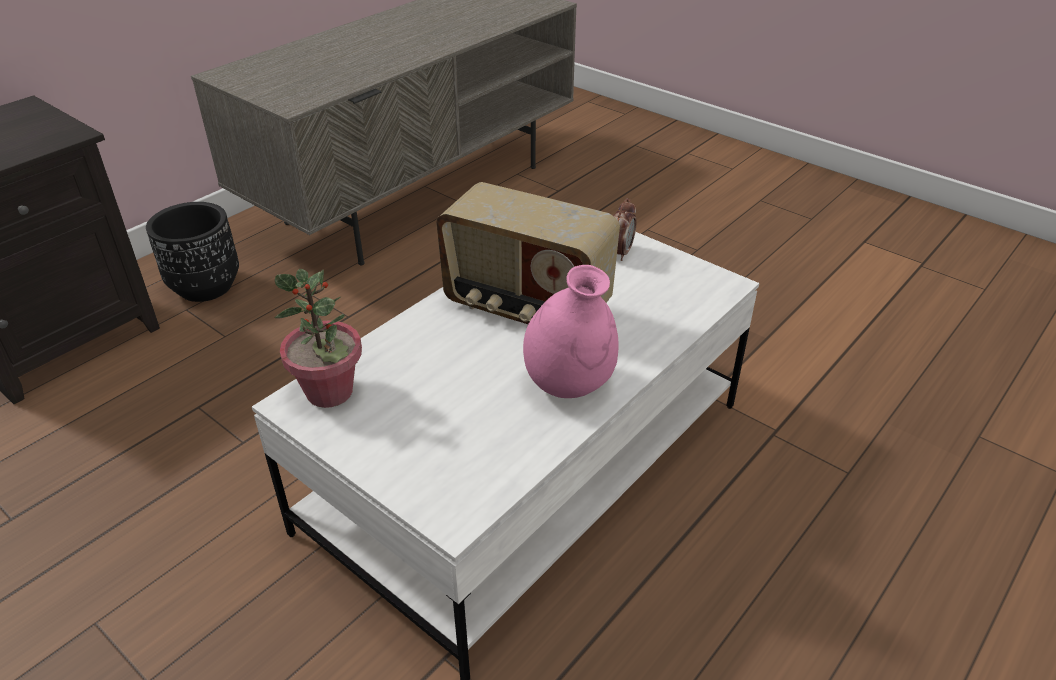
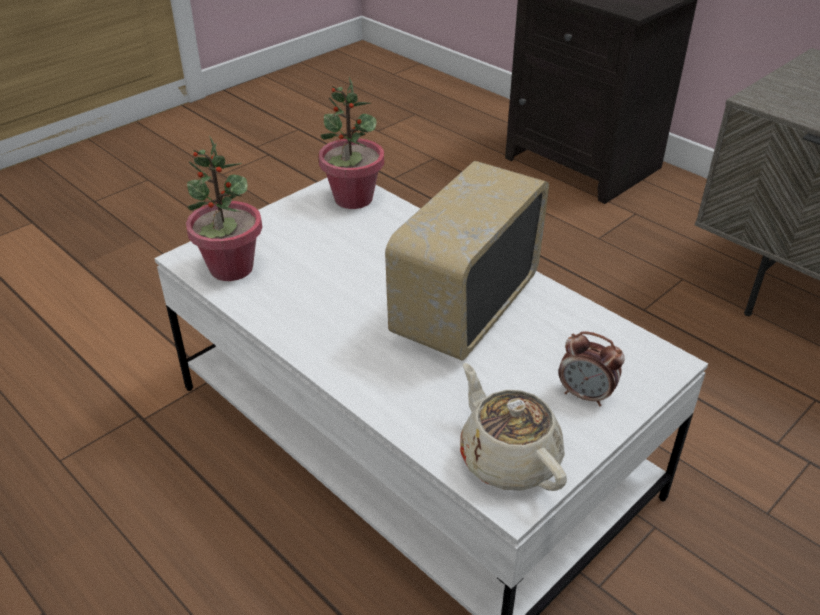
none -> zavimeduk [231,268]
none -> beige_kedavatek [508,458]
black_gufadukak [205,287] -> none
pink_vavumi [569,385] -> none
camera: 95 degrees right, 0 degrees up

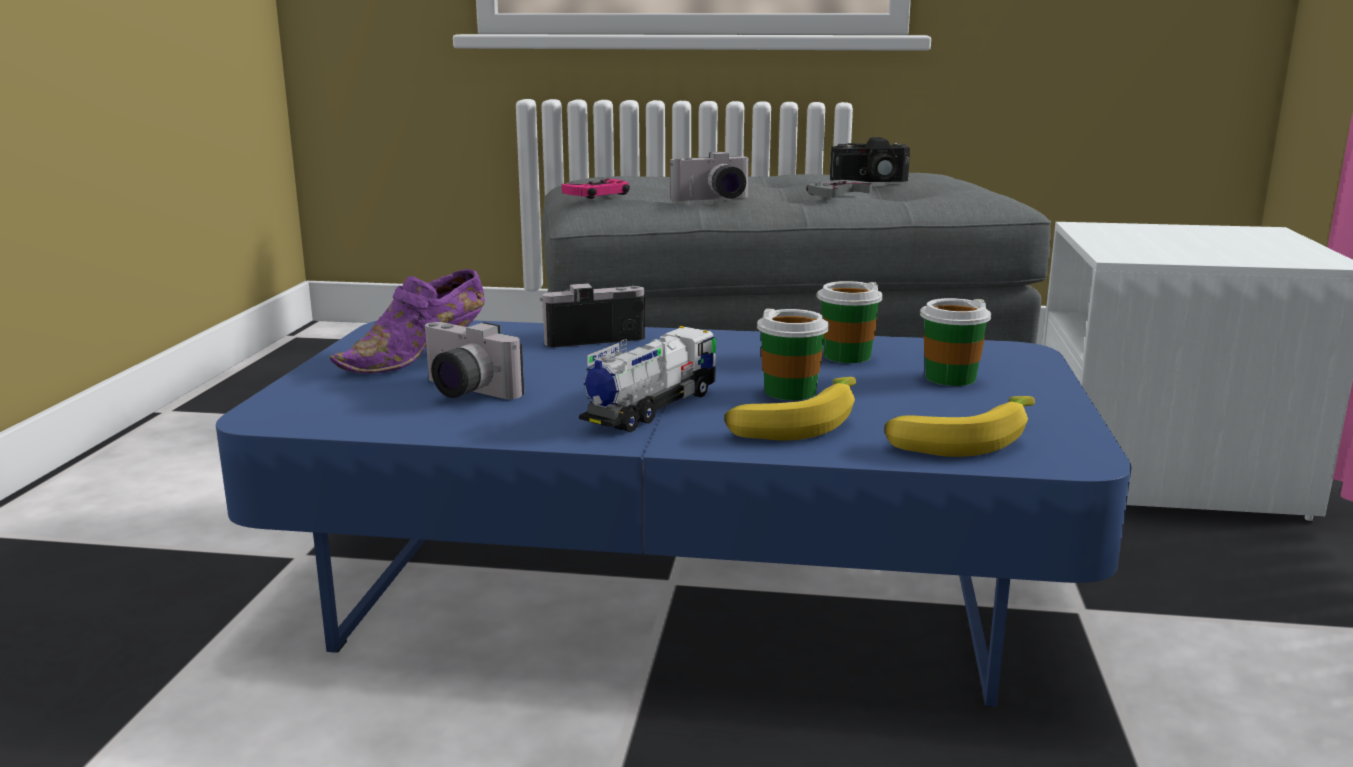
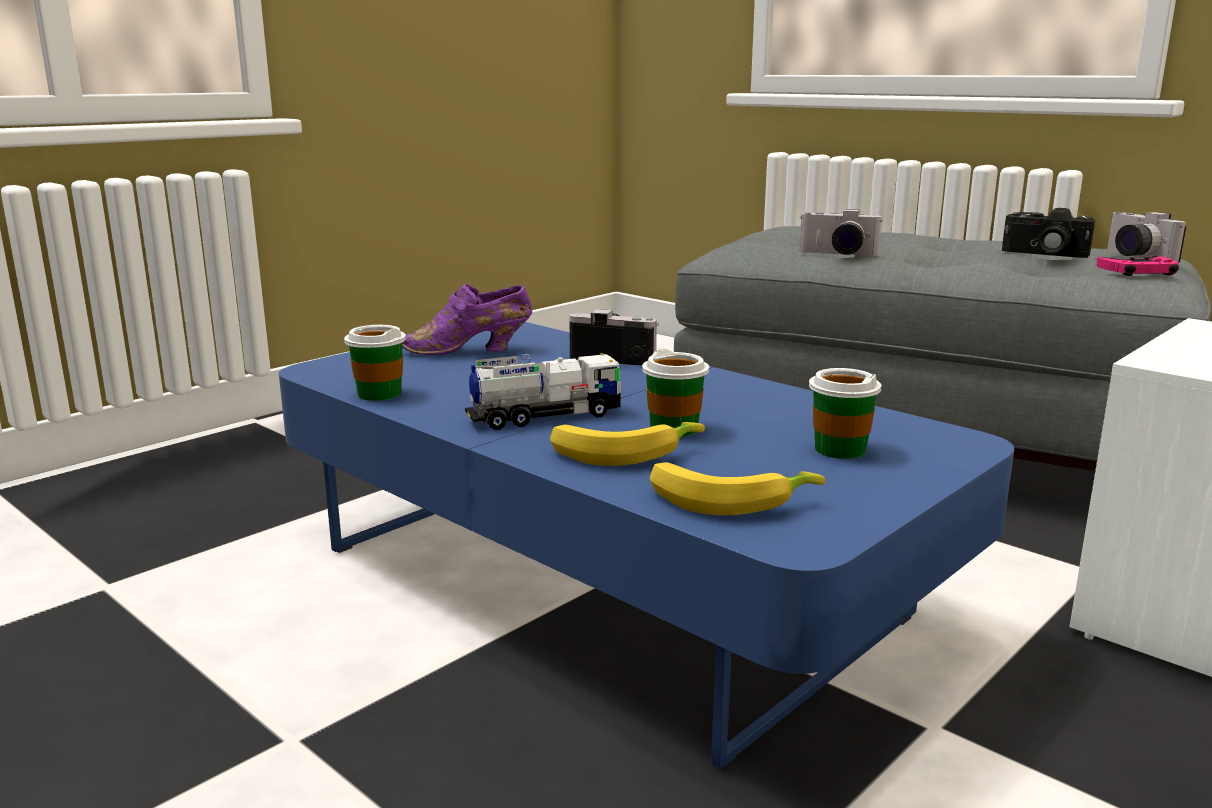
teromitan [846,356] -> teromitan [379,394], shifted
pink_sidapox [598,194] -> pink_sidapox [1138,272], shifted
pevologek [462,392] -> pevologek [1132,257], shifted
grey_sidapox [837,195] -> none
camera: 35 degrees right, 0 degrees up

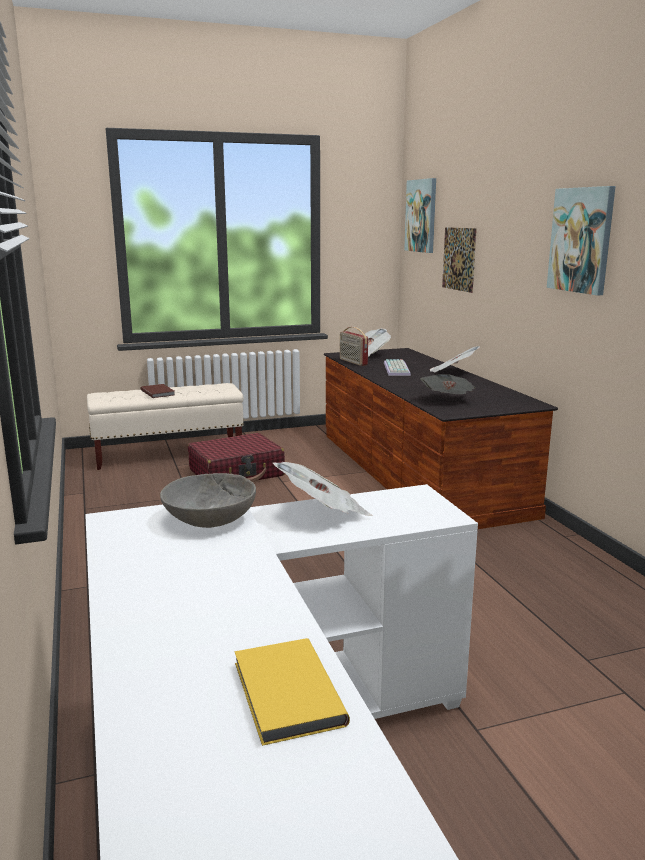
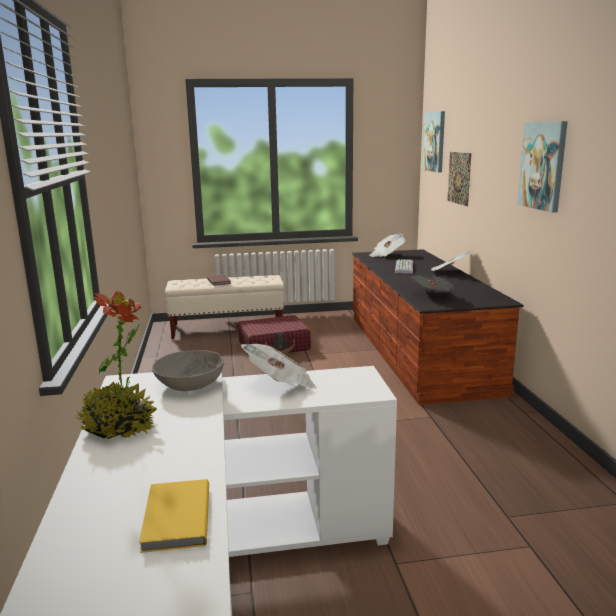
none -> zavimeduk [119,427]
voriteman [352,362] -> none
camera: 10 degrees right, 0 degrees up

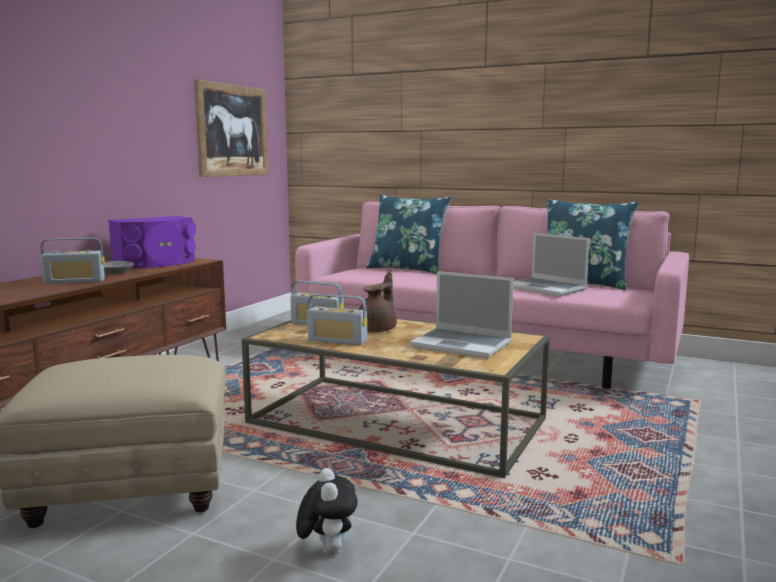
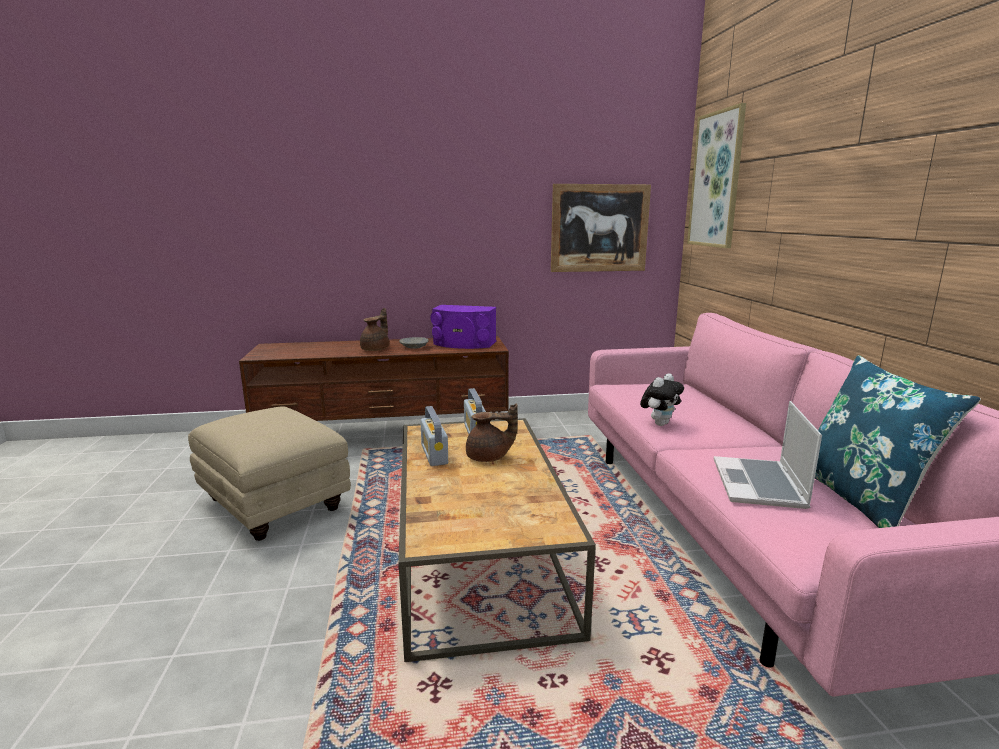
voriteman [75,281] -> brown_kedavatek [376,349]
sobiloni [327,550] -> sobiloni [659,423], shifted
none -> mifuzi [716,180]
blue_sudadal [407,269] -> none
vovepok [463,345] -> none
camera: 55 degrees right, 5 degrees up

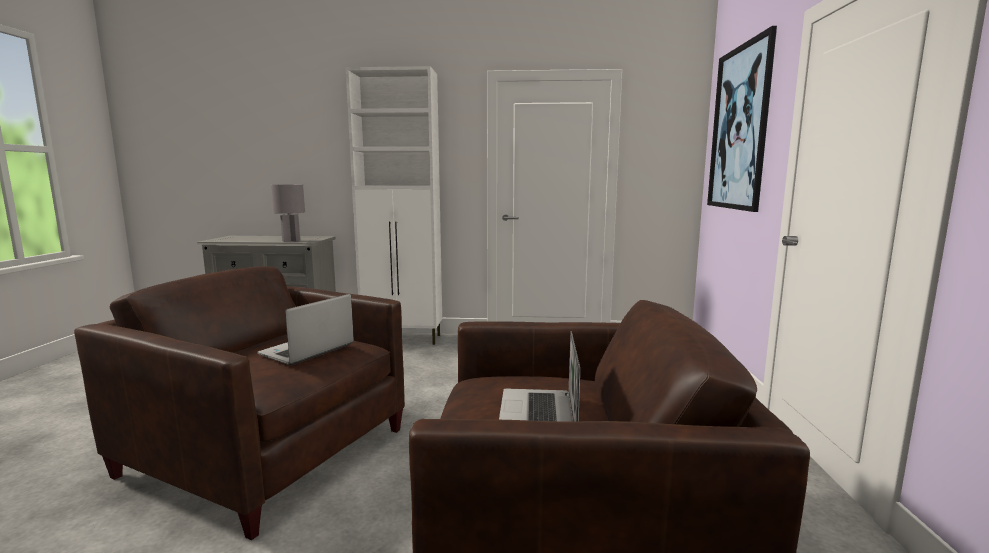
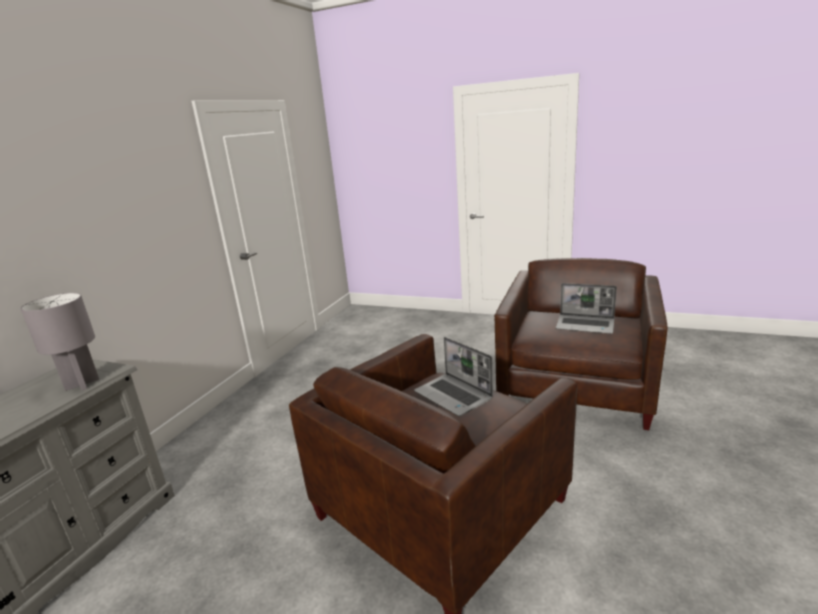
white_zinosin [403,339] -> none
mifuzi [739,128] -> none
camera: 70 degrees left, 10 degrees up

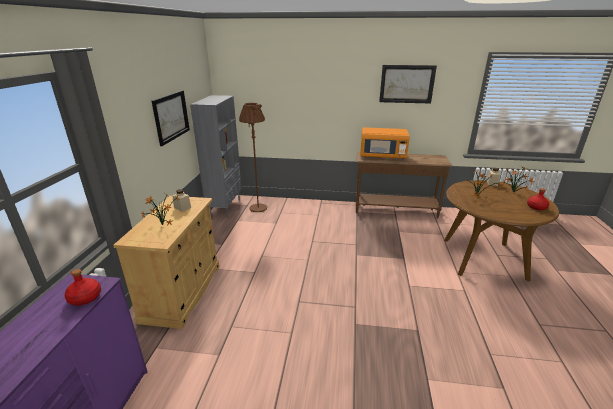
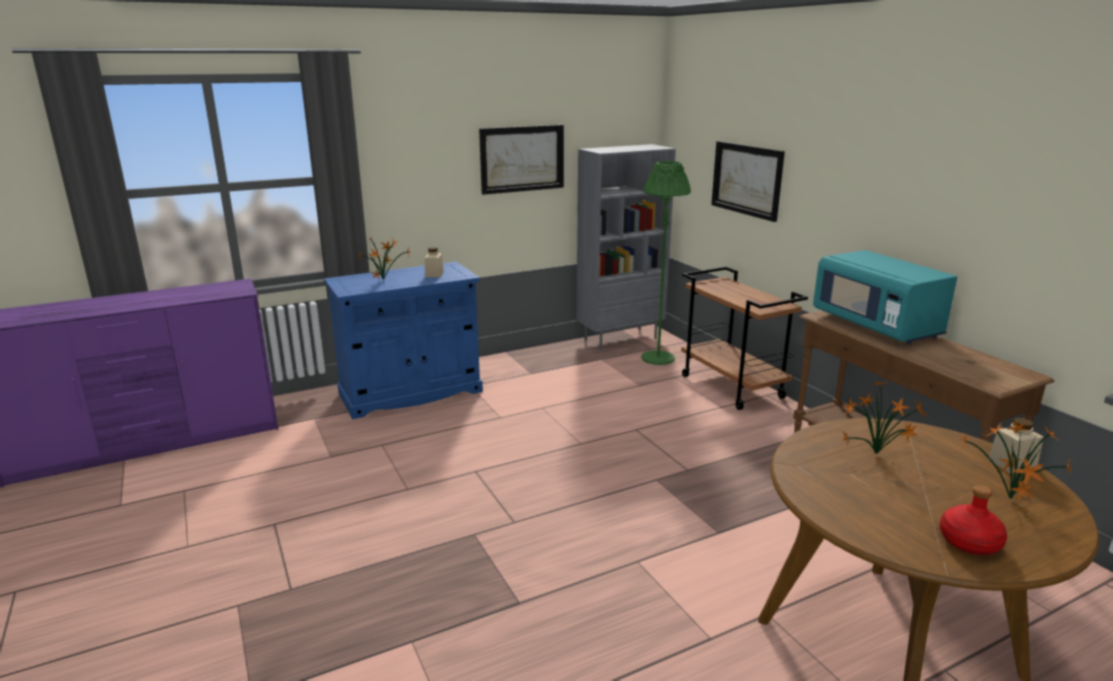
beige_zinosin [183,292] -> blue_zinosin [411,393]
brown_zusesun [258,208] -> green_zusesun [658,358]
none -> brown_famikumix [733,387]
mifuzi [406,84] -> mifuzi [747,179], shifted
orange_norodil [382,156] -> turquoise_norodil [876,326]
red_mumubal [86,298] -> none
camera: 55 degrees right, 5 degrees down

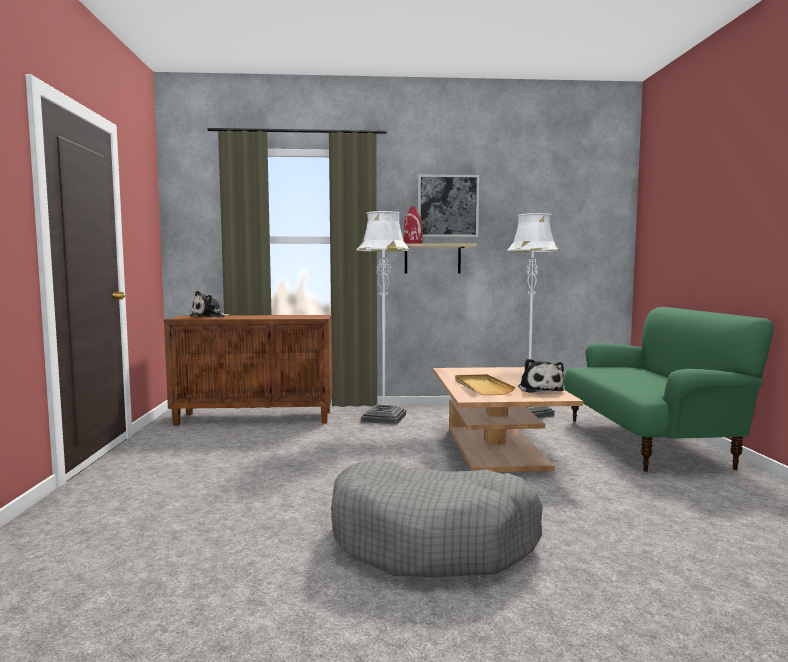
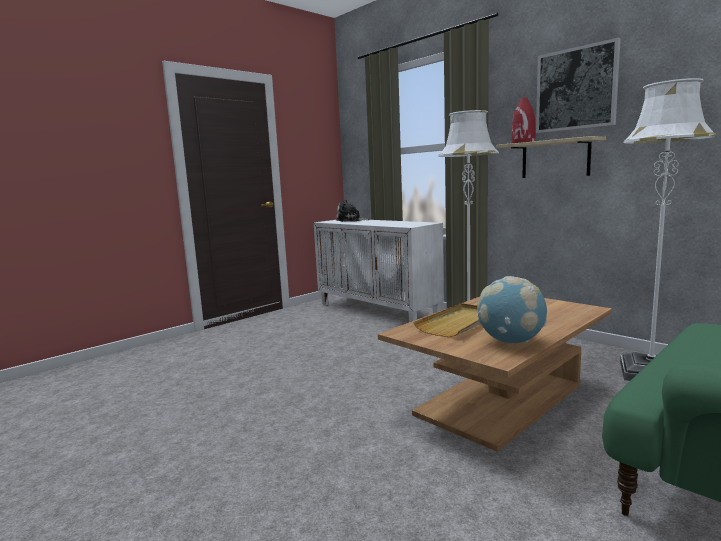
brown_zinosin [256,418] -> white_zinosin [378,310]
sobiloni [539,389] -> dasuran [511,341]
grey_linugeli [432,540] -> none
camera: 50 degrees right, 5 degrees up

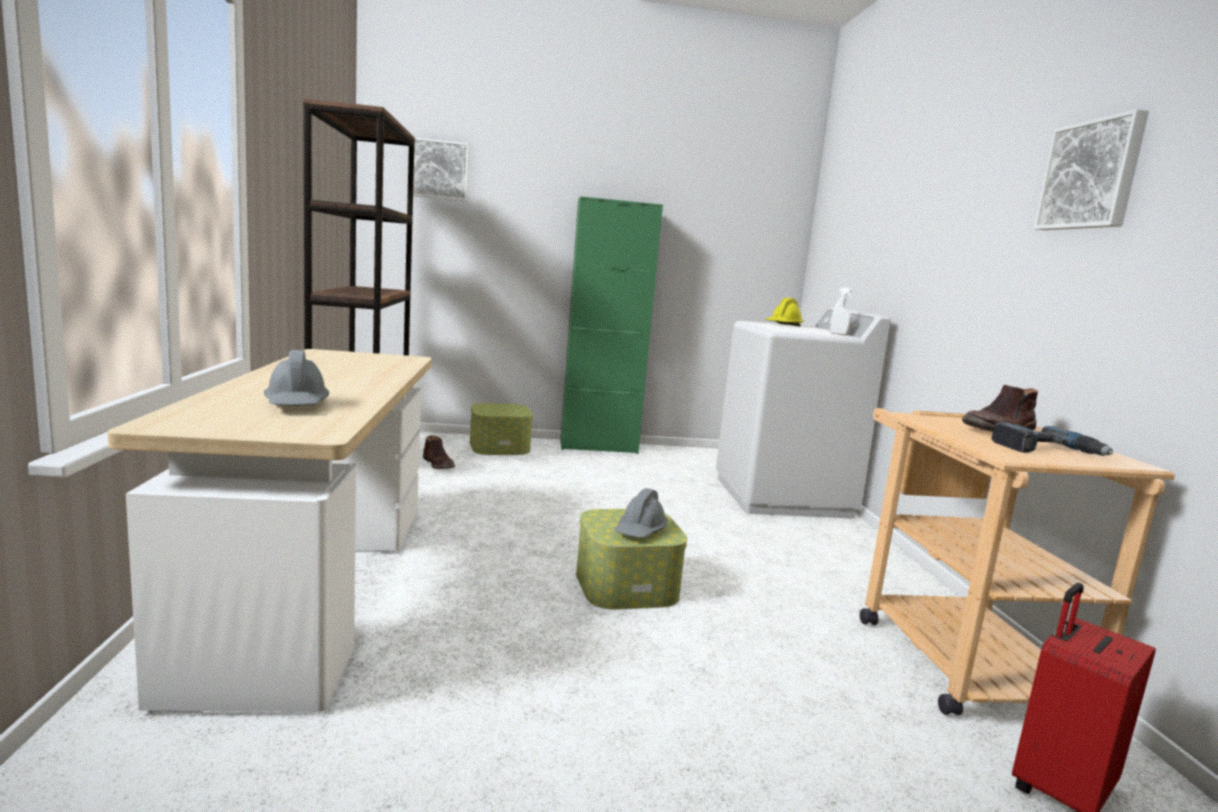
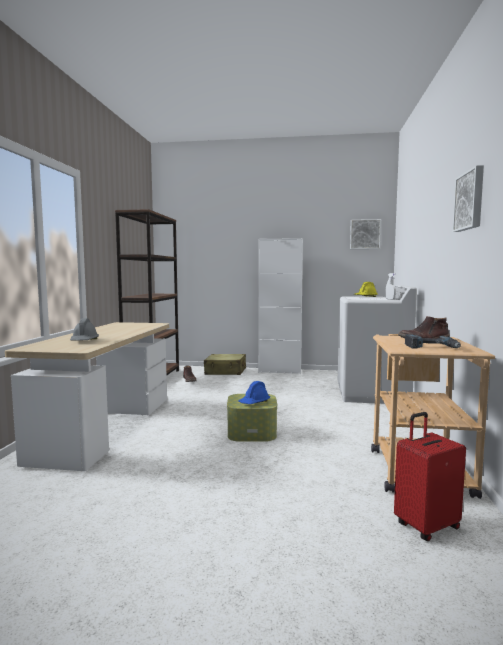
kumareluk [499,446] -> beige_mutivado [225,371]
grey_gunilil [640,531] -> blue_gunilil [254,402]
green_zinosin [598,447] -> white_zinosin [280,371]
mifuzi [440,170] -> mifuzi [365,234], shifted
camera: 15 degrees right, 5 degrees down

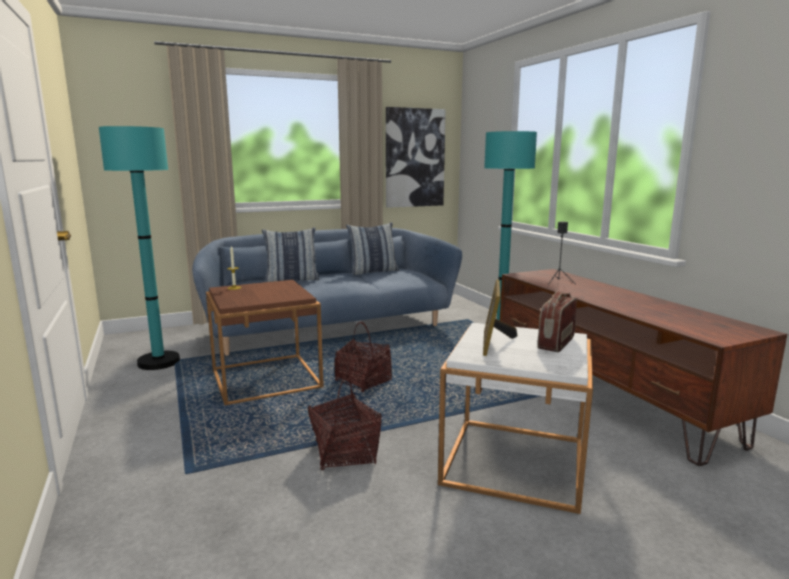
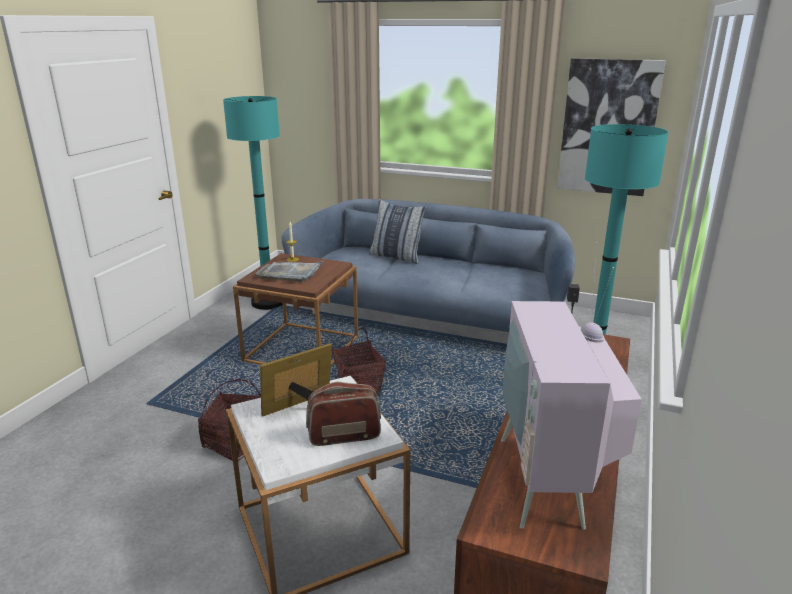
none -> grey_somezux [290,273]
none -> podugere [552,481]
sudadal [373,271] -> none
camera: 45 degrees right, 10 degrees up

